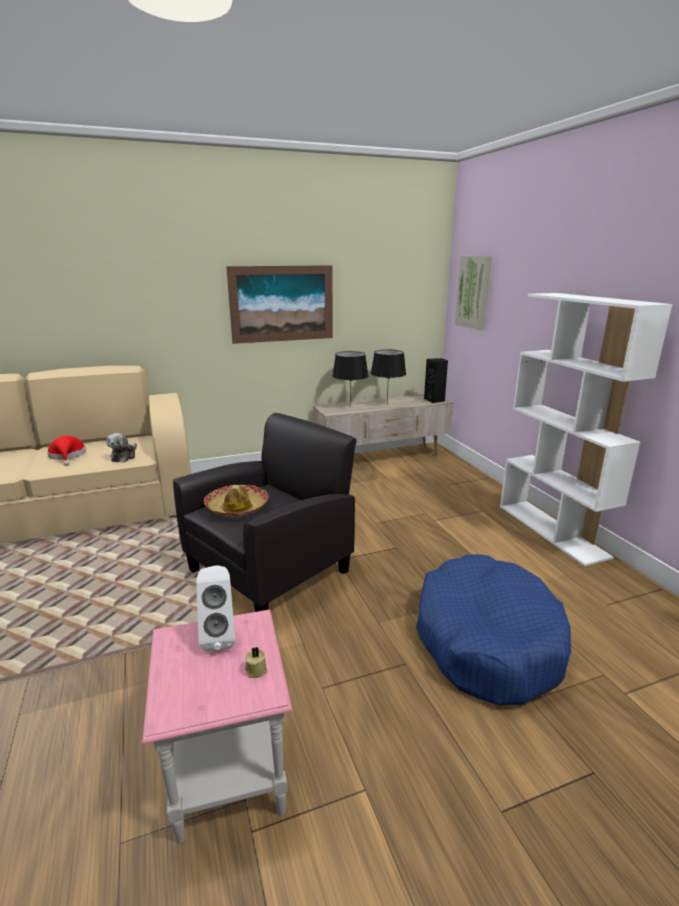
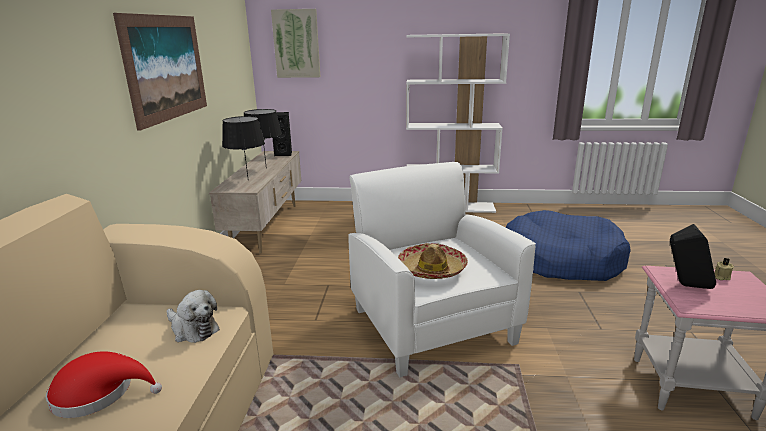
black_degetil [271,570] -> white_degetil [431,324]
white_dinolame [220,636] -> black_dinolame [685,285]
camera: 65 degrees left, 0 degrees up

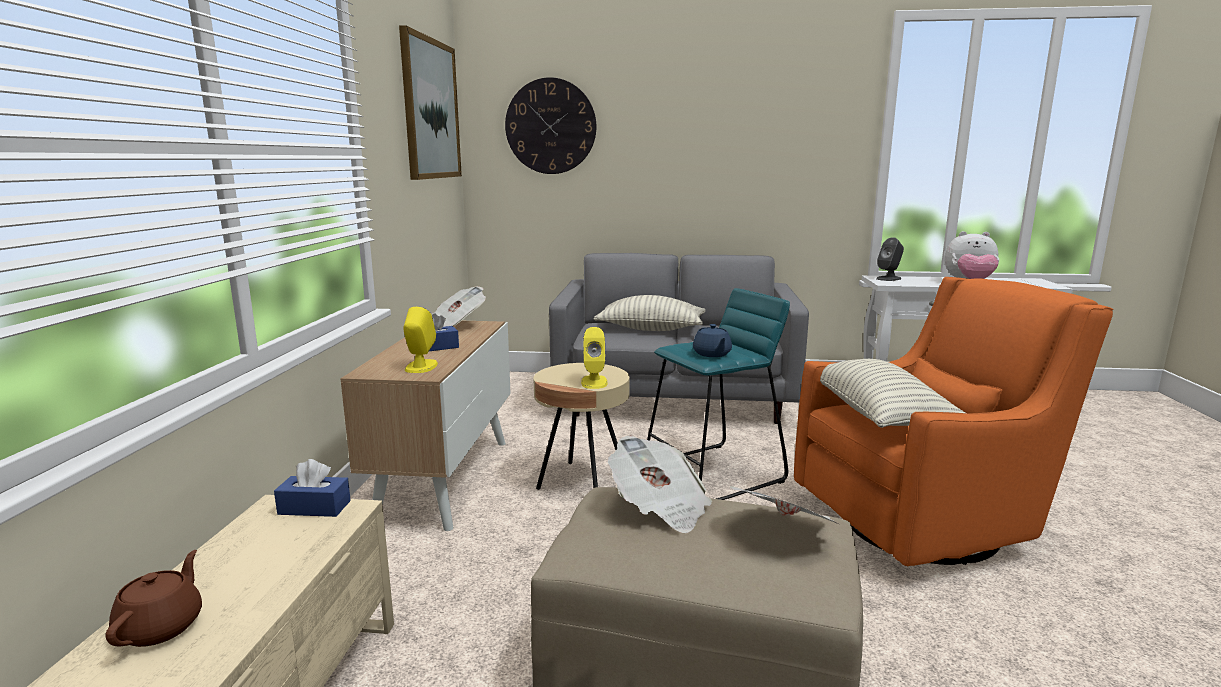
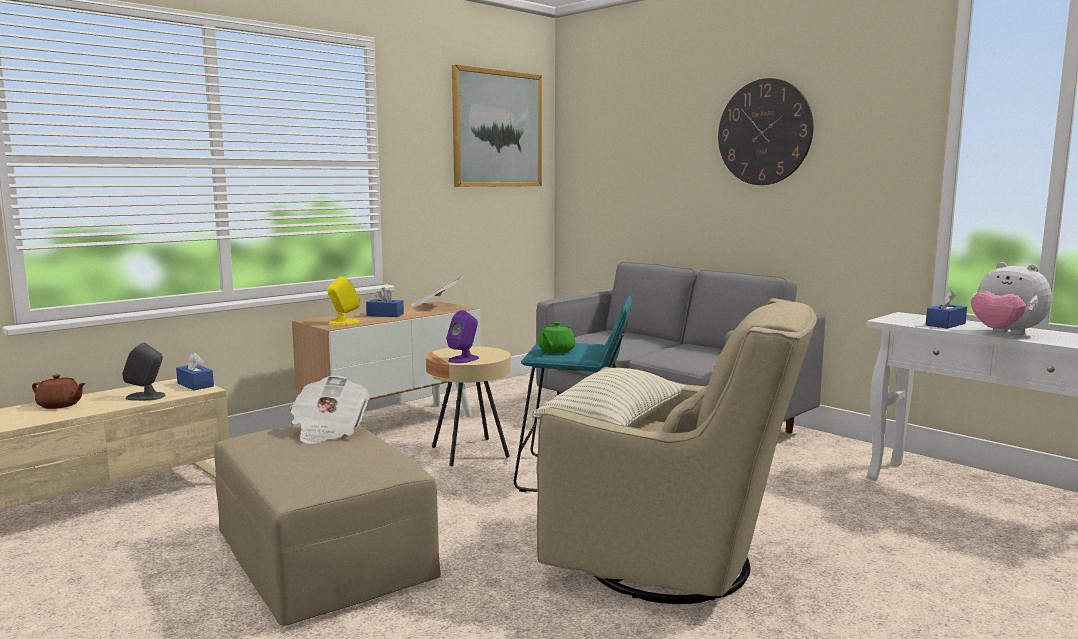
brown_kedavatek [162,627] -> brown_kedavatek [60,405], 60 degrees clockwise
grey_dinolame [888,278] -> grey_dinolame [146,397], shifted
yellow_dinolame [594,382] -> purple_dinolame [464,359]
orange_degetil [924,523] -> beige_degetil [674,564]
blue_kedavatek [712,354] -> green_kedavatek [556,351]
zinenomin [550,126] -> zinenomin [764,132], shifted
none -> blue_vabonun [945,324]
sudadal [651,329] -> none
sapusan [786,532] -> none
camera: 40 degrees right, 5 degrees down

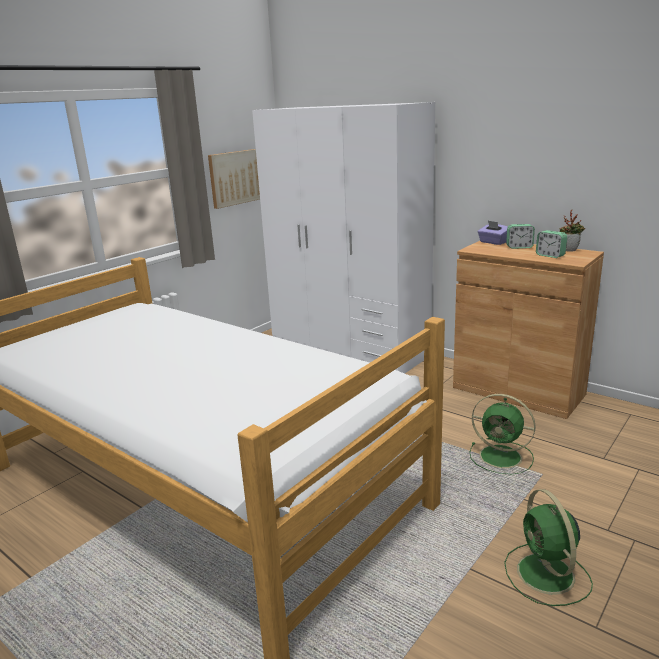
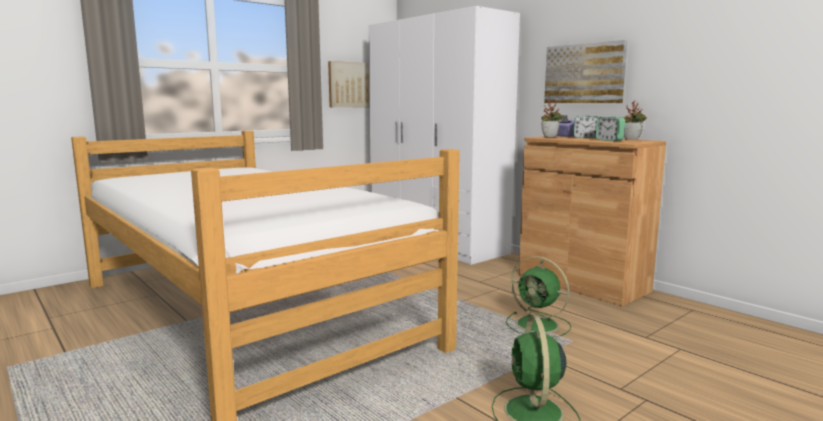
none -> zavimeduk [550,137]
none -> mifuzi [584,73]
camera: 10 degrees right, 10 degrees down

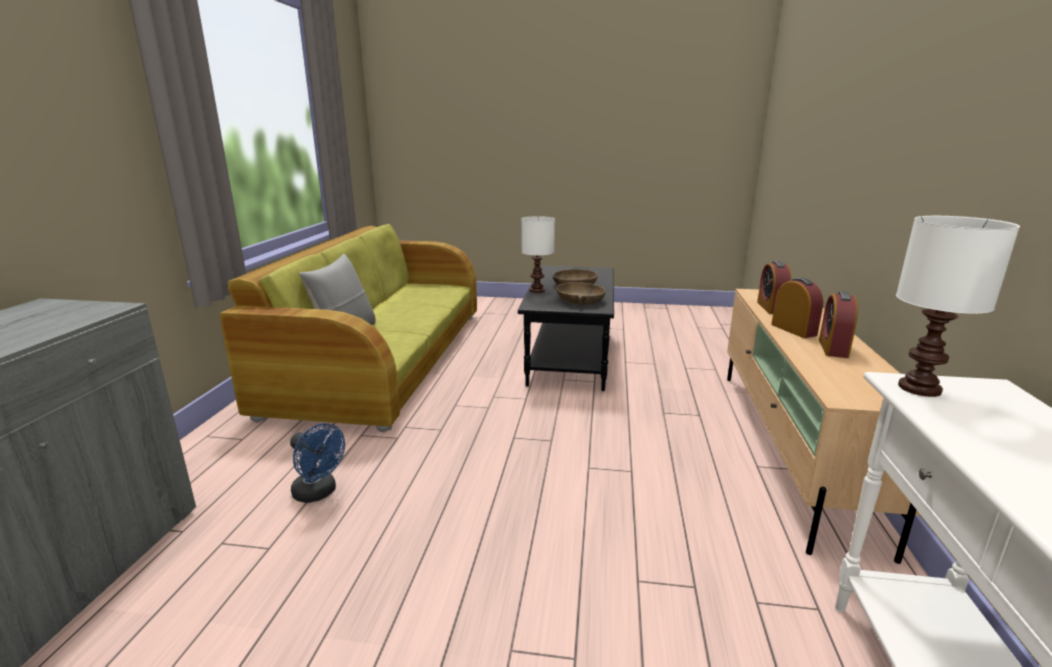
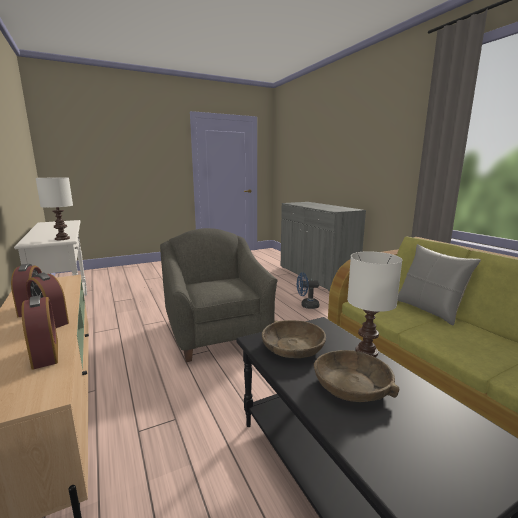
none -> grey_degetil [217,332]
camera: 145 degrees right, 5 degrees down

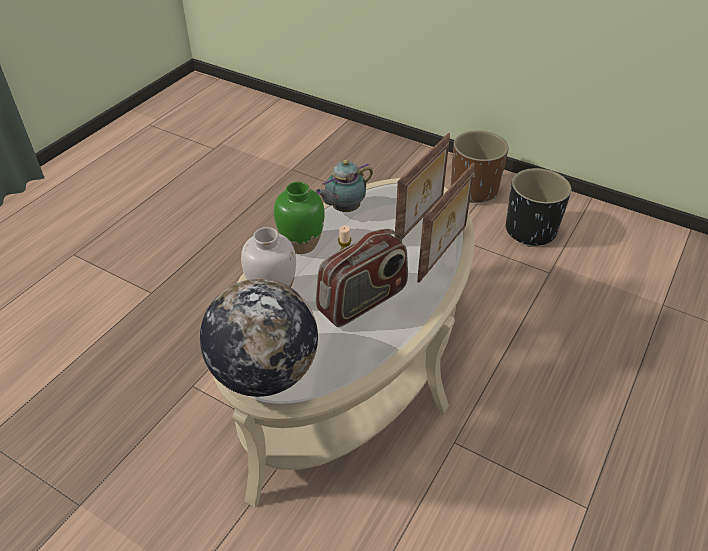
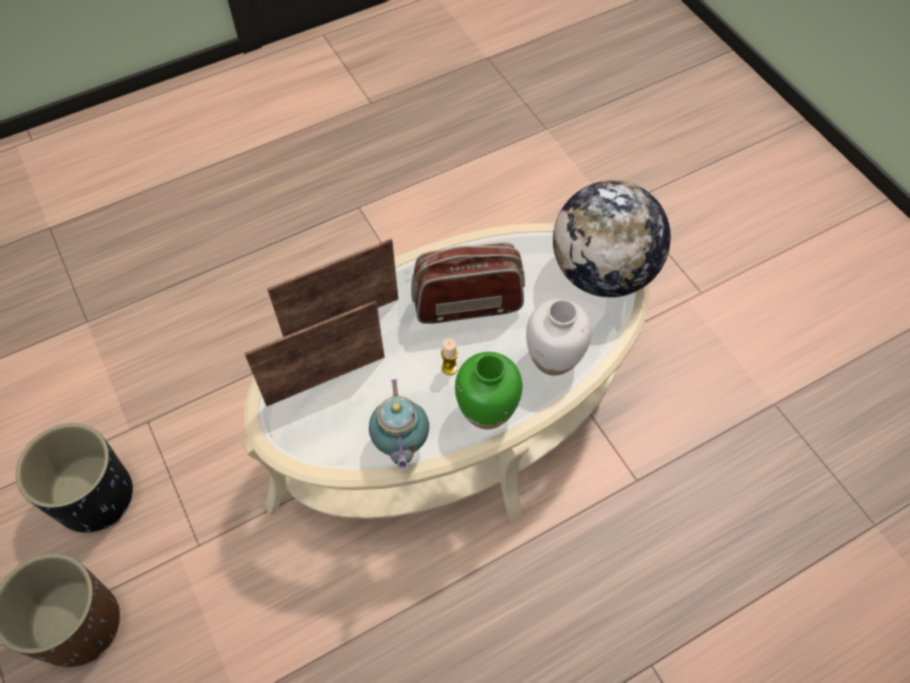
kedavatek [344,209] -> kedavatek [400,445], 90 degrees clockwise
camera: 150 degrees left, 15 degrees up

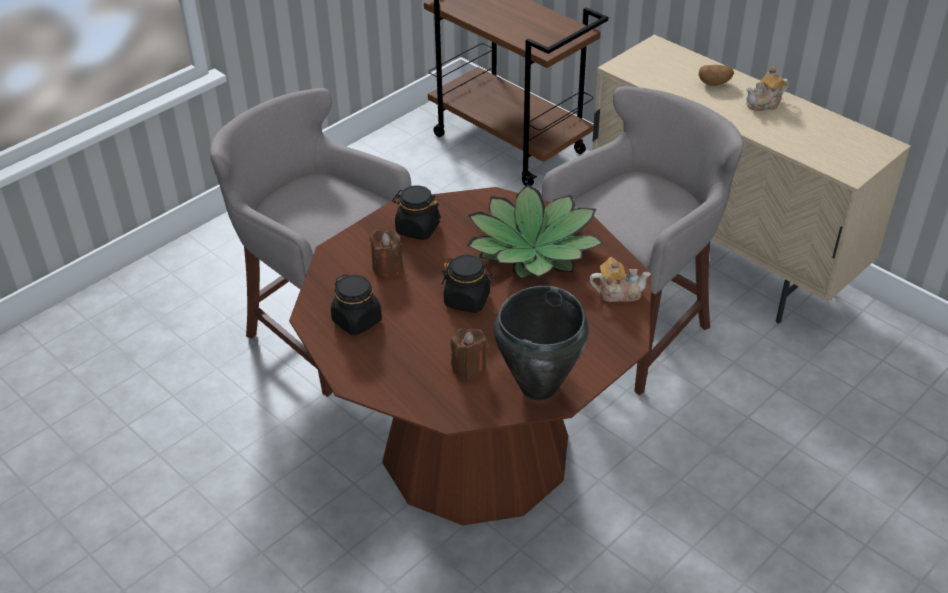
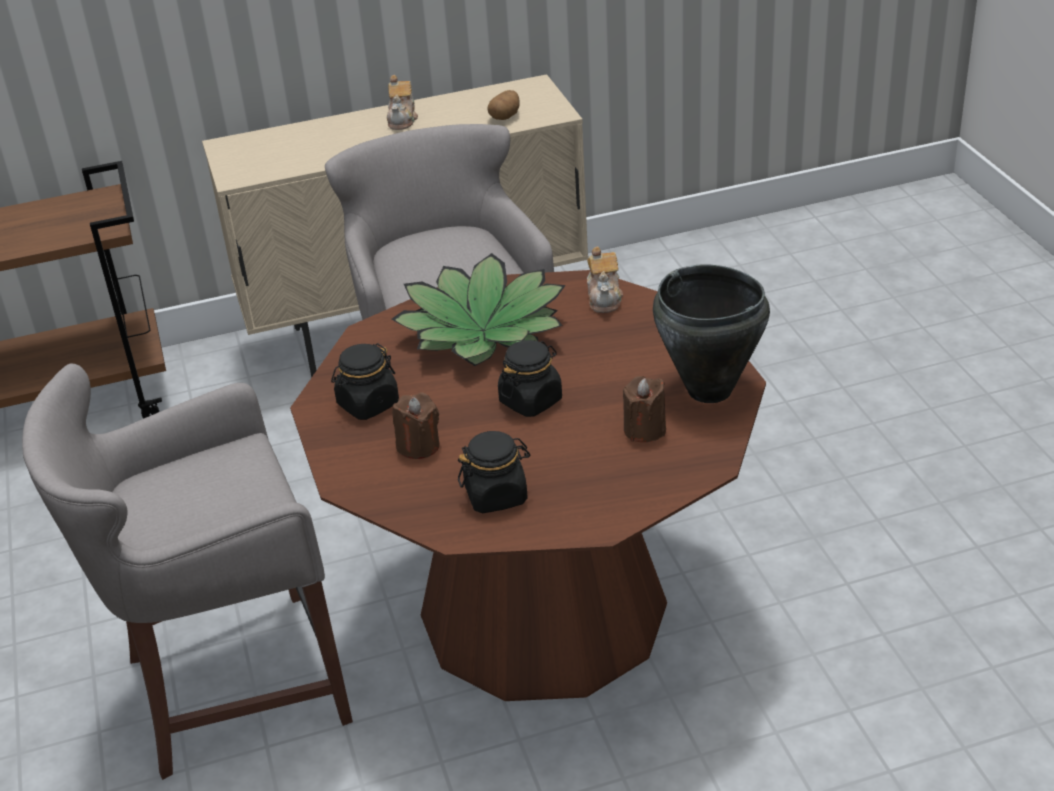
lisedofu [714,83] -> lisedofu [505,116], shifted
kedavatek [618,293] -> kedavatek [605,298], 150 degrees clockwise
camera: 60 degrees left, 5 degrees down

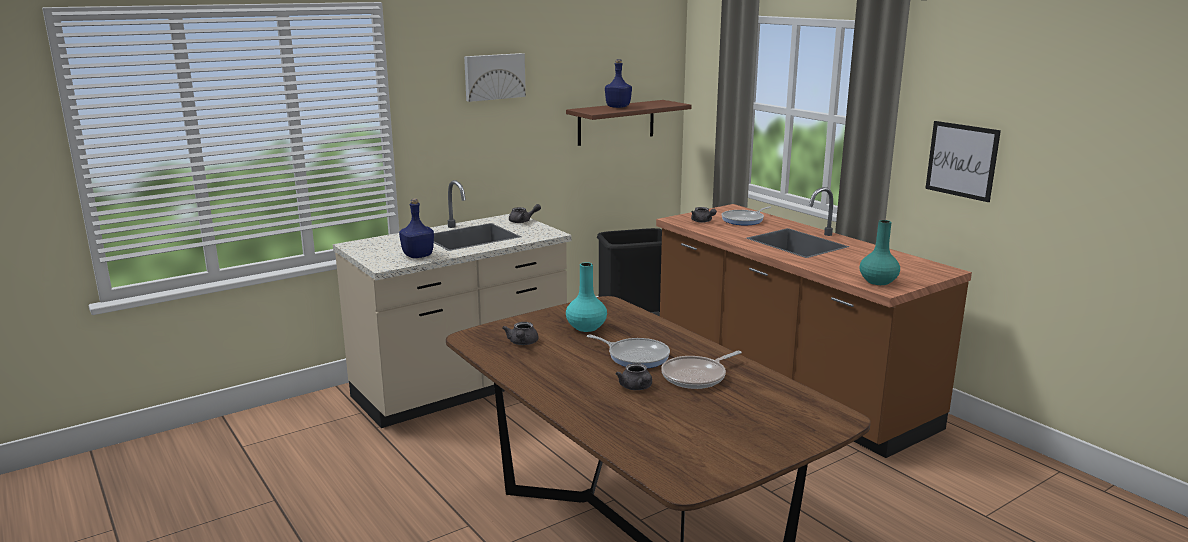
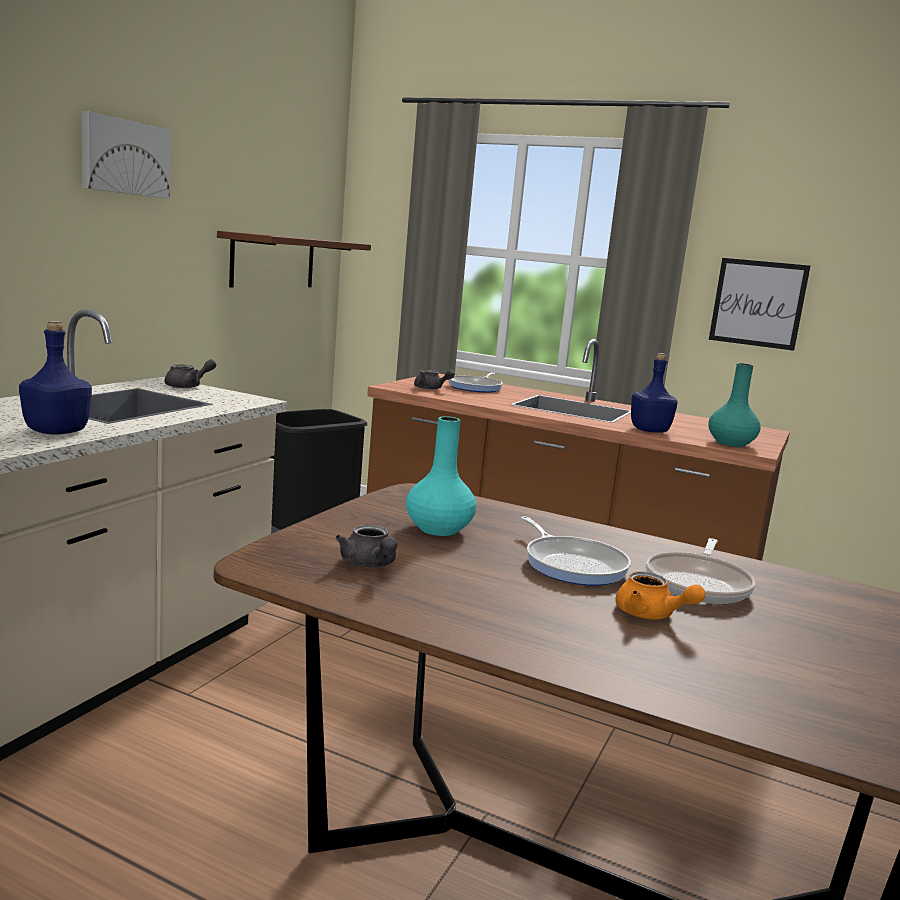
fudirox [635,356] -> fudirox [572,564], 60 degrees clockwise
grey_kedavatek [636,388] -> orange_kedavatek [651,615]
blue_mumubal [618,107] -> blue_mumubal [650,430], shifted
camera: 30 degrees left, 5 degrees down

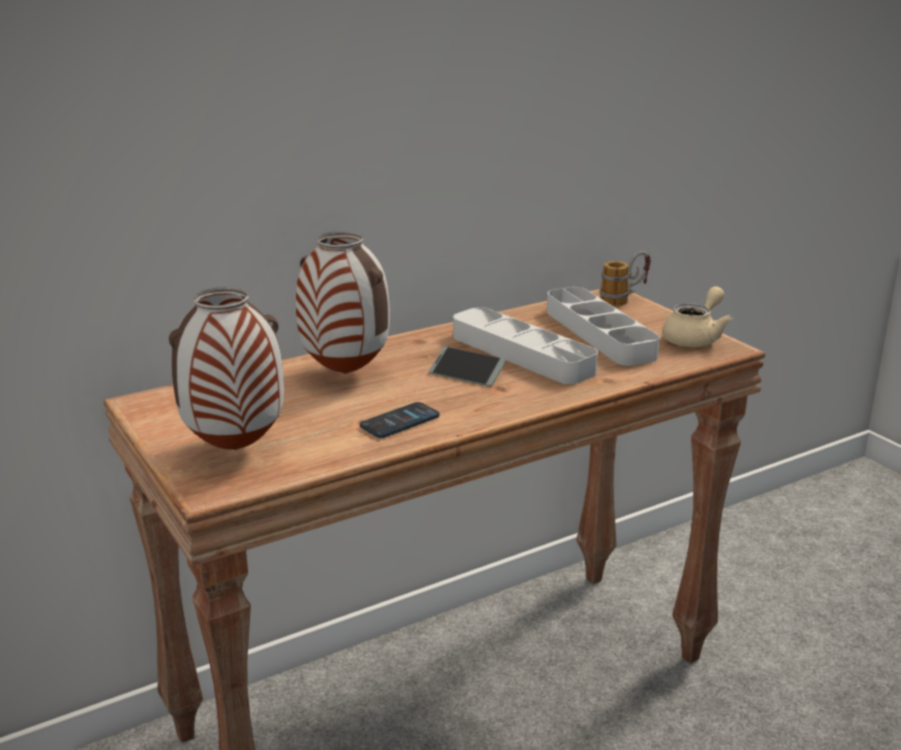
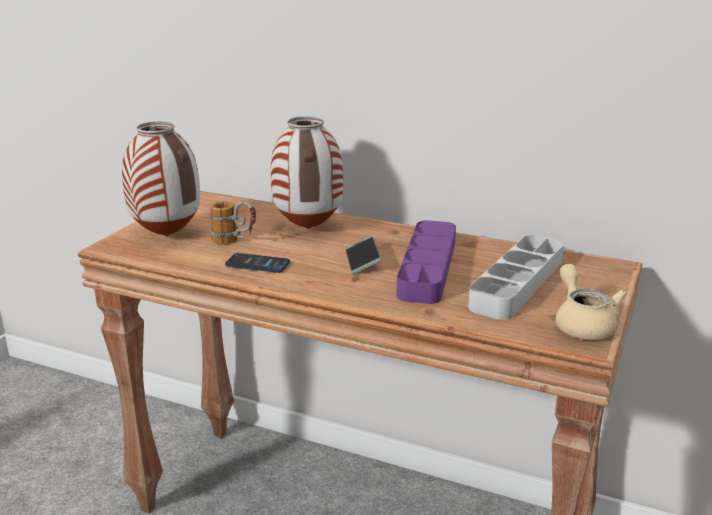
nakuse [624,299] -> nakuse [235,242], shifted
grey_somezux [522,354] -> purple_somezux [427,268]
beige_kedavatek [695,338] -> beige_kedavatek [582,324], 105 degrees counterclockwise
camera: 55 degrees right, 0 degrees up

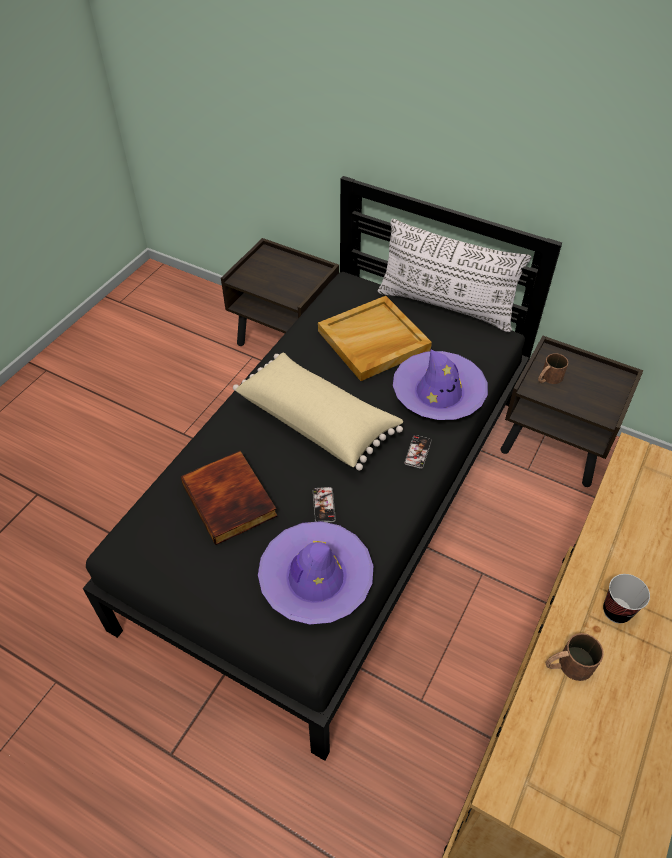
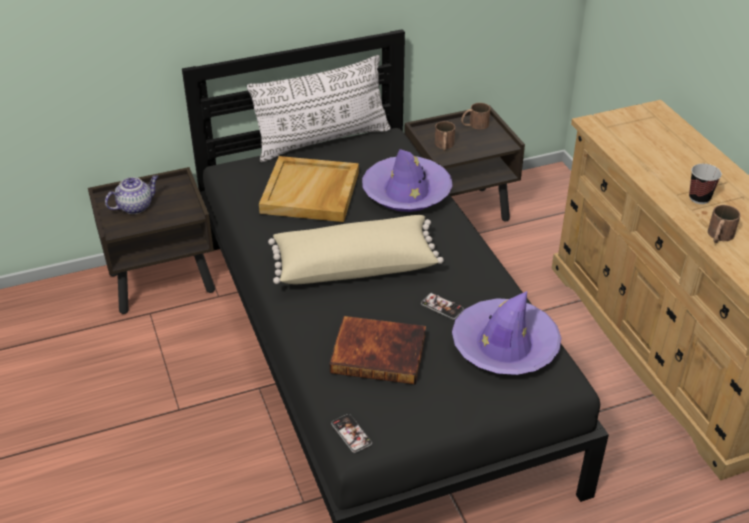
none -> kedavatek [135,206]
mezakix [417,452] -> mezakix [351,434], shifted
none -> brown_nakuse [474,125]
camera: 50 degrees left, 10 degrees down

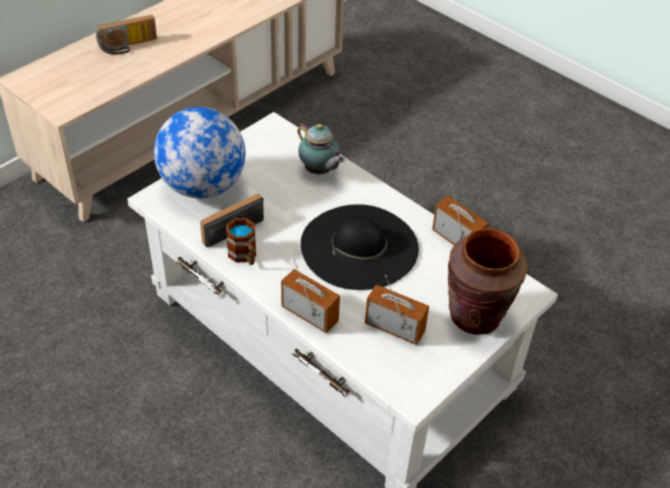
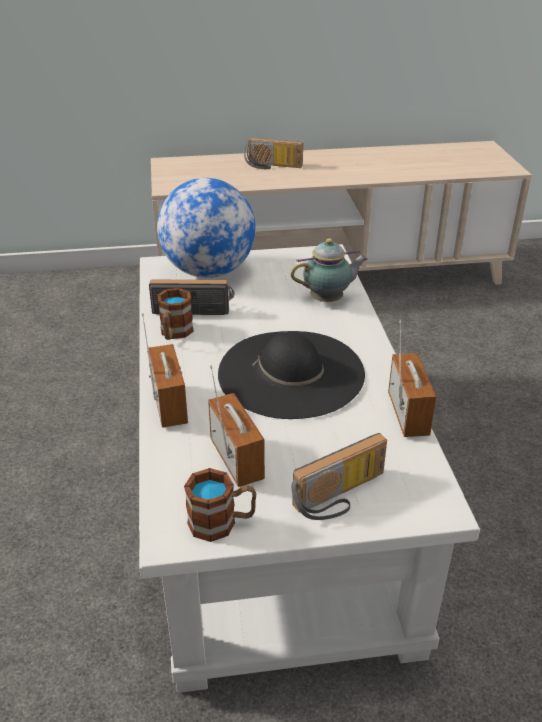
none -> nakuse [222,523]
kedavatek [319,171] -> kedavatek [329,300], 105 degrees counterclockwise
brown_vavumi [476,316] -> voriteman [342,497]
camera: 40 degrees right, 10 degrees down

